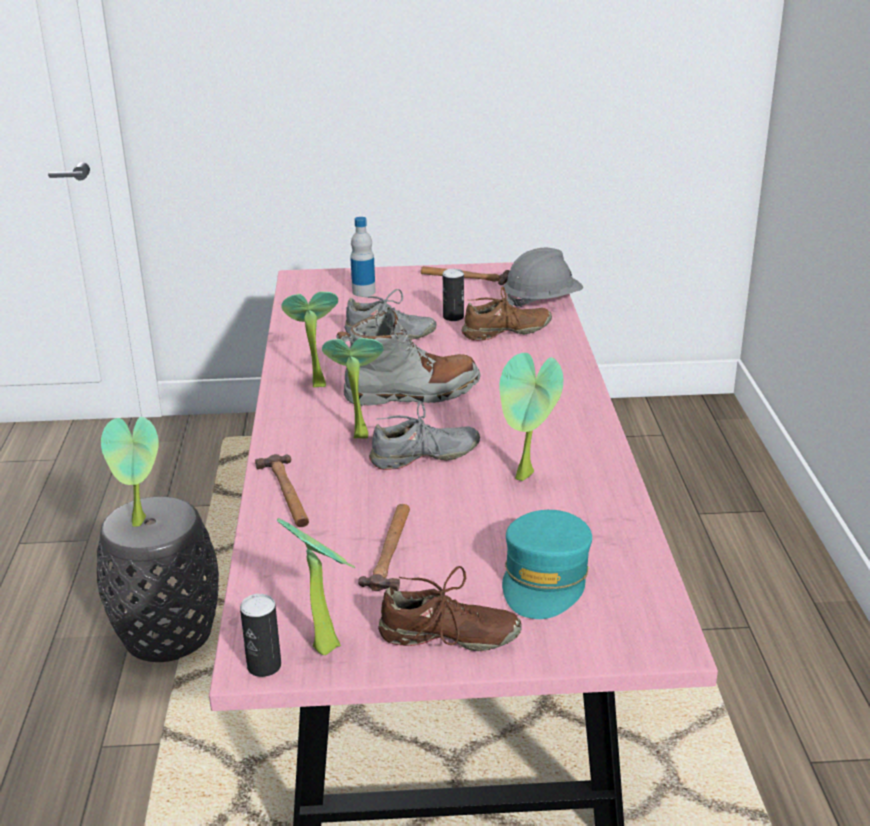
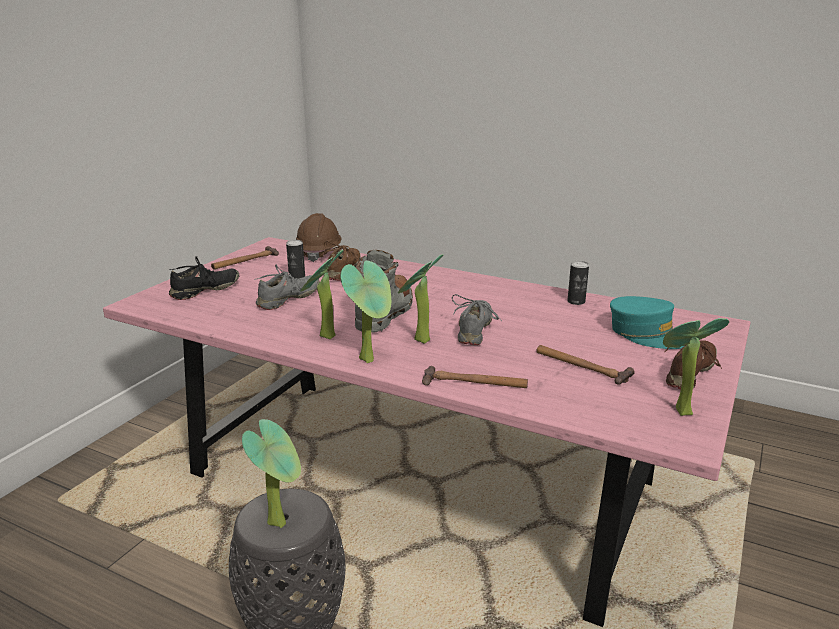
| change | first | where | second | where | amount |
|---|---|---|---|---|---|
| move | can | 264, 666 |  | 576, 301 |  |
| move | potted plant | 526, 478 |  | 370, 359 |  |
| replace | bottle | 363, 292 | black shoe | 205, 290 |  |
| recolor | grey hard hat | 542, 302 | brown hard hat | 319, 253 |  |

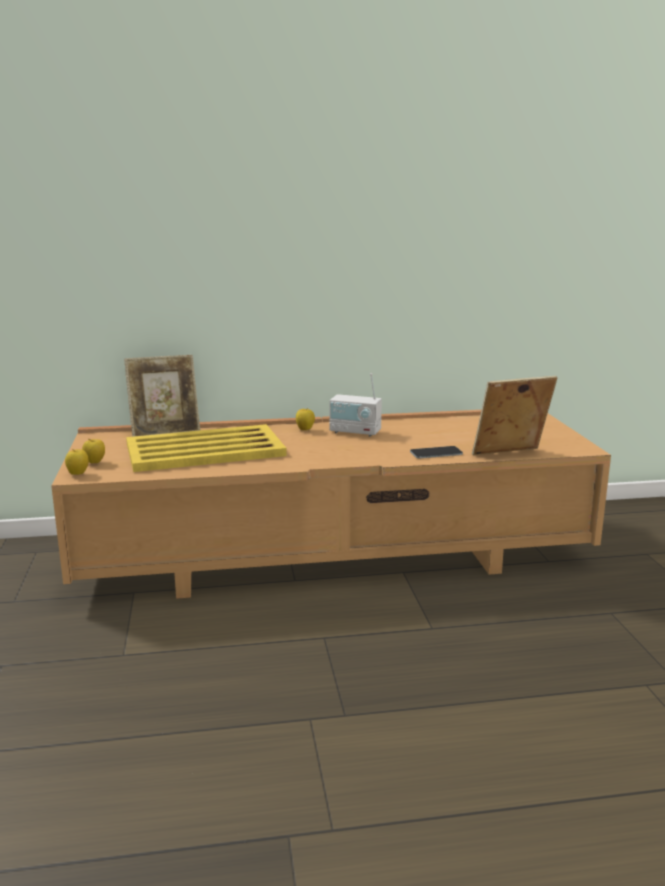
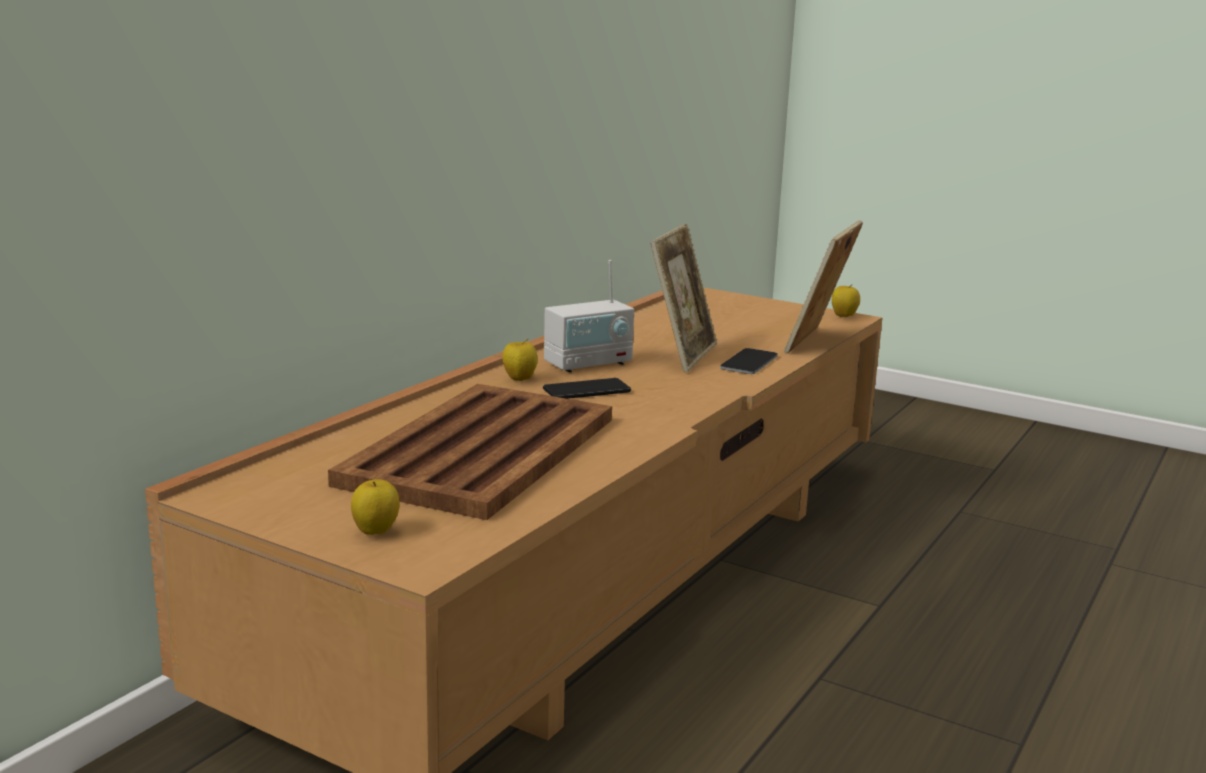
| change | first | where | second | where | amount |
|---|---|---|---|---|---|
| insert |  |  | phone | 586, 390 |  |
| move | apple | 78, 474 |  | 844, 317 |  |
| move | picture frame | 165, 432 |  | 682, 355 |  |
| recolor | yellow tray | 206, 450 | brown tray | 483, 450 |  |

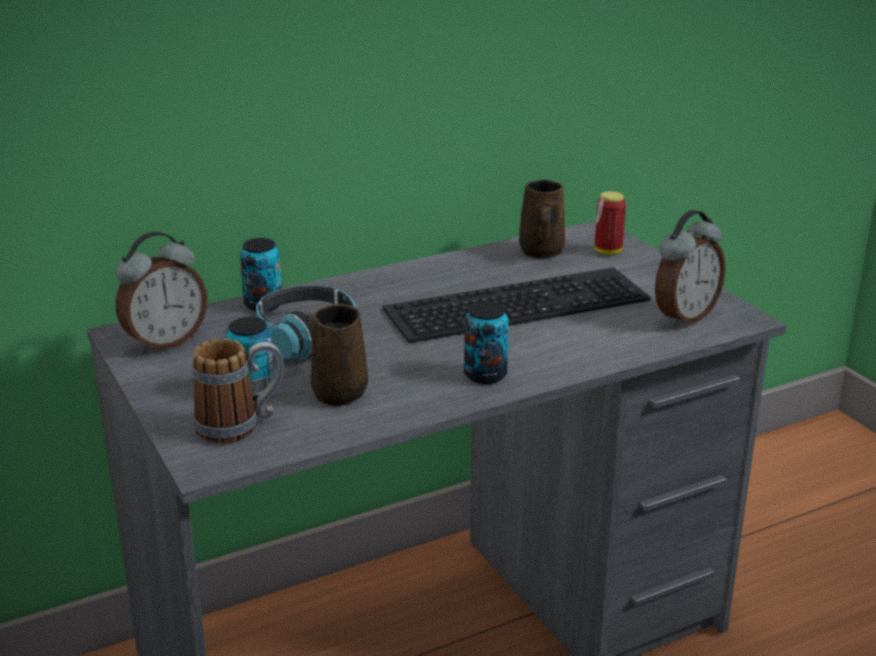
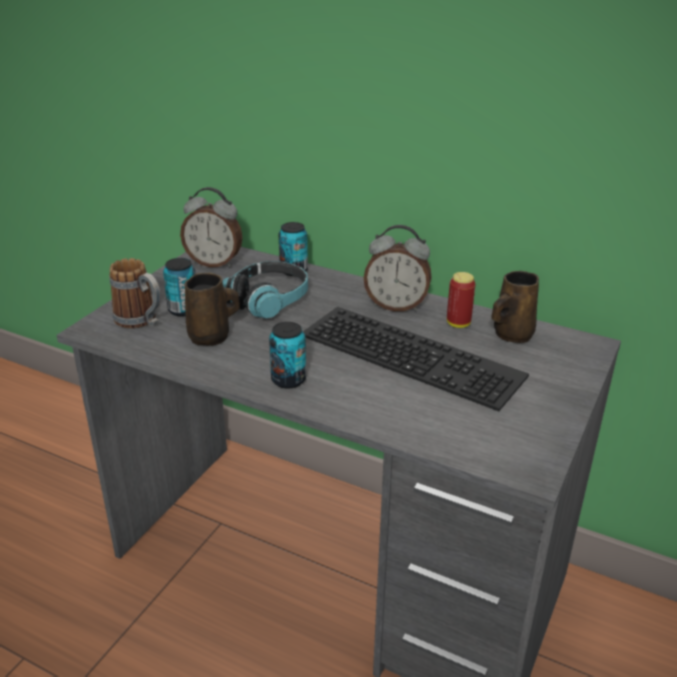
| change | first | where | second | where | amount |
|---|---|---|---|---|---|
| move | can | 608, 251 |  | 458, 323 |  |
| move | alarm clock | 684, 316 |  | 396, 305 |  |

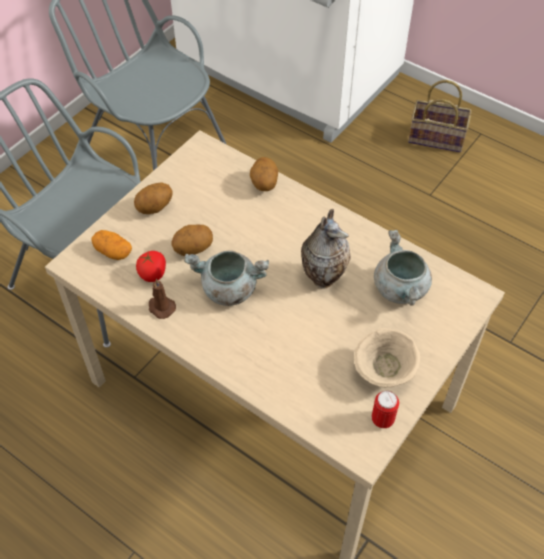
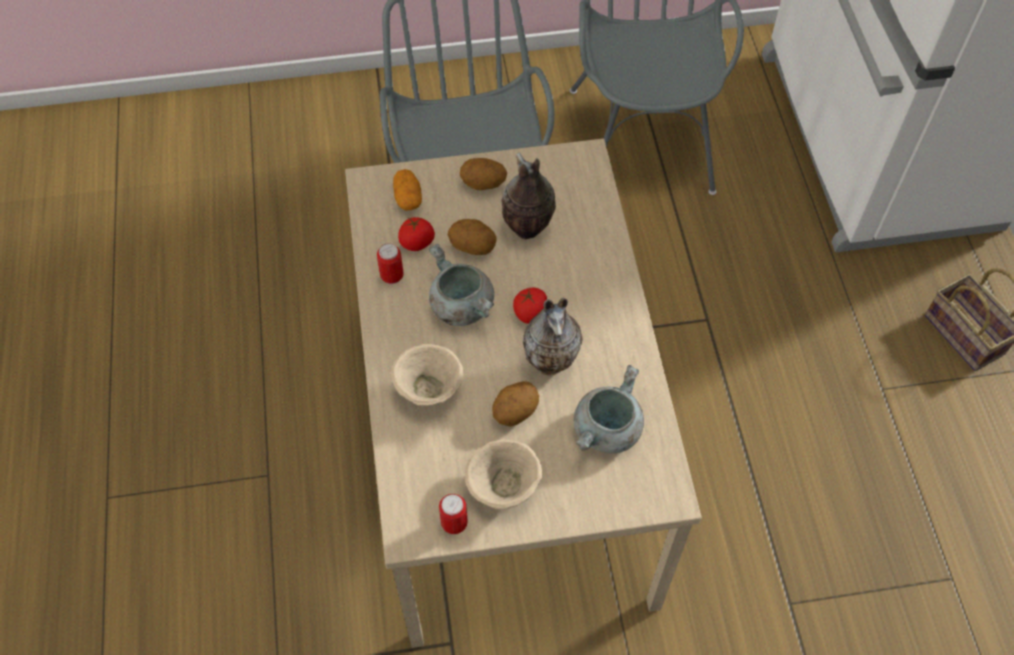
| change | first | where | second | where | amount |
|---|---|---|---|---|---|
| insert |  |  | beige bowl | 428, 390 |  |
| insert |  |  | vase | 526, 229 |  |
| insert |  |  | tomato | 530, 313 |  |
| move | potato | 263, 184 |  | 515, 411 |  |
| replace | brown candle | 161, 307 | can | 392, 276 |  |

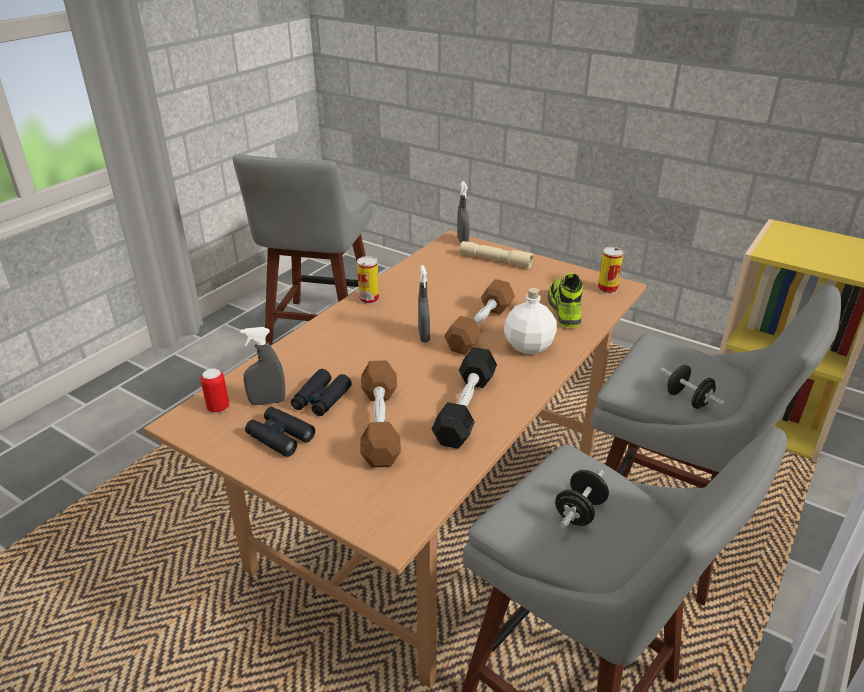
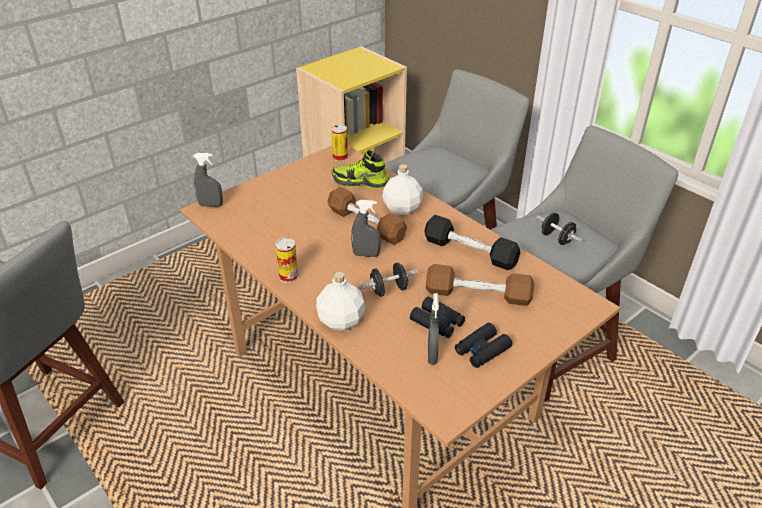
| change | first | where | second | where | amount |
|---|---|---|---|---|---|
| delete | can | 218, 408 |  |  |  |
| delete | beige flashlight | 495, 260 |  |  |  |
| insert |  |  | white bottle | 341, 321 |  |
| move | black dumbbell | 687, 400 |  | 388, 290 |  |

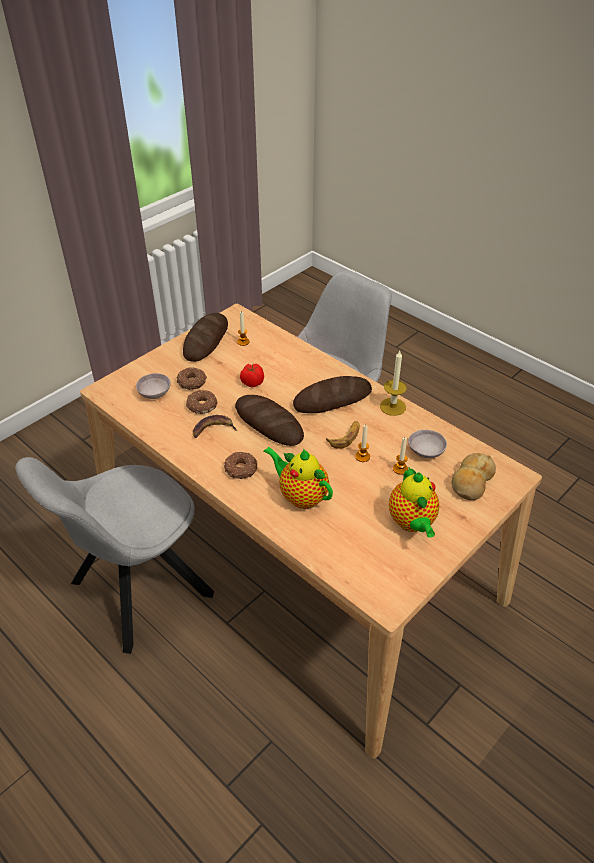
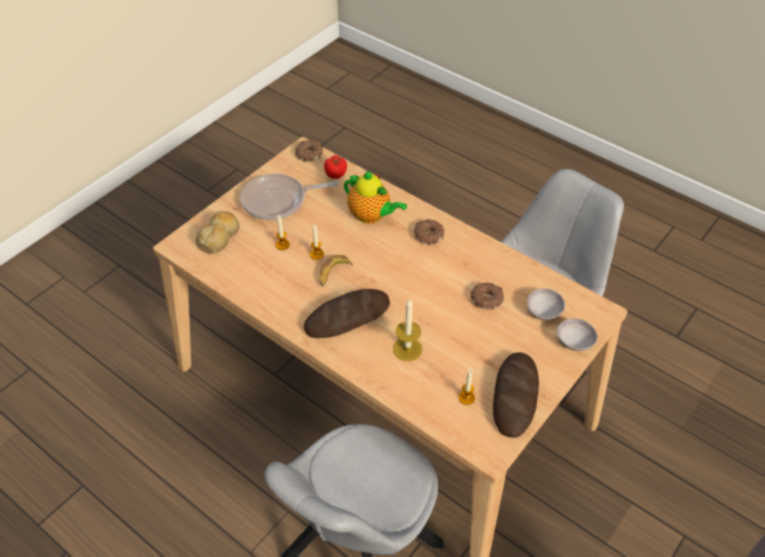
| change | first | where | second | where | amount |
|---|---|---|---|---|---|
| delete | banana | 213, 429 |  |  |  |
| delete | bread | 269, 424 |  |  |  |
| move | donut | 192, 383 |  | 309, 154 |  |
| move | tomato | 252, 382 |  | 336, 174 |  |
| move | candle | 393, 406 |  | 407, 349 |  |
| move | grey bowl | 425, 451 |  | 574, 342 |  |
| replace | teapot | 412, 523 | frying pan | 278, 201 |  |

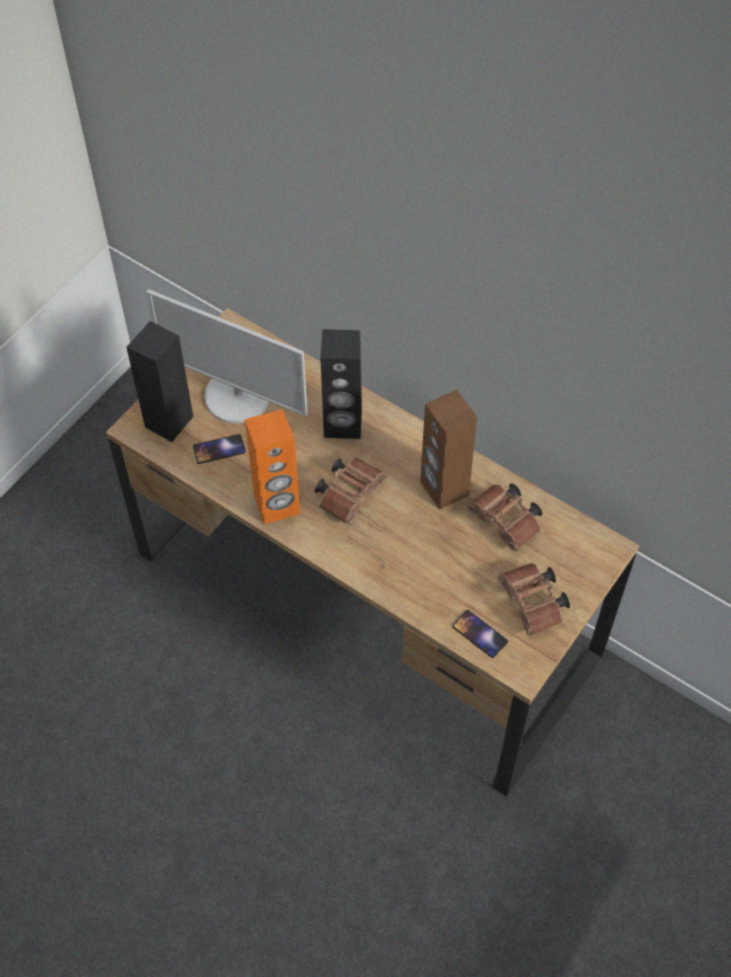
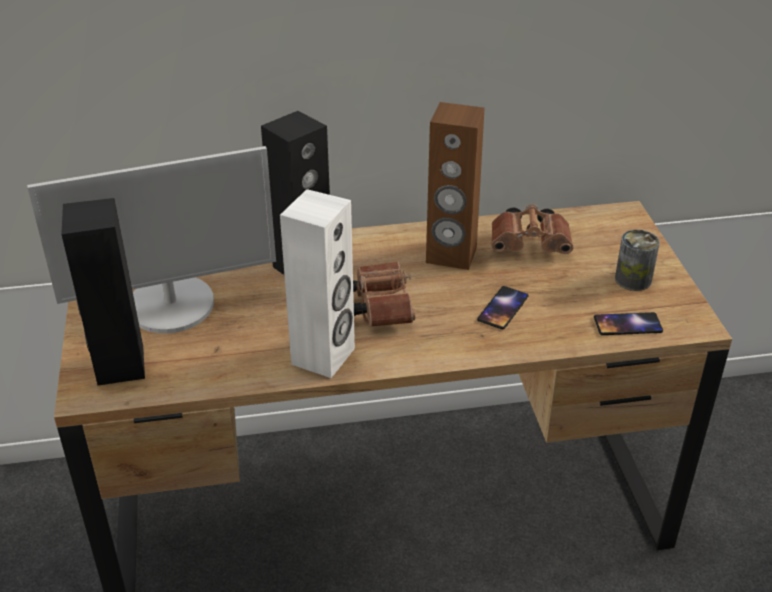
| change | first | where | second | where | amount |
|---|---|---|---|---|---|
| move | phone | 219, 449 |  | 503, 308 |  |
| replace | brown binoculars | 533, 605 | can | 633, 279 |  |
| recolor | orange speaker | 277, 505 | white speaker | 324, 356 |  |

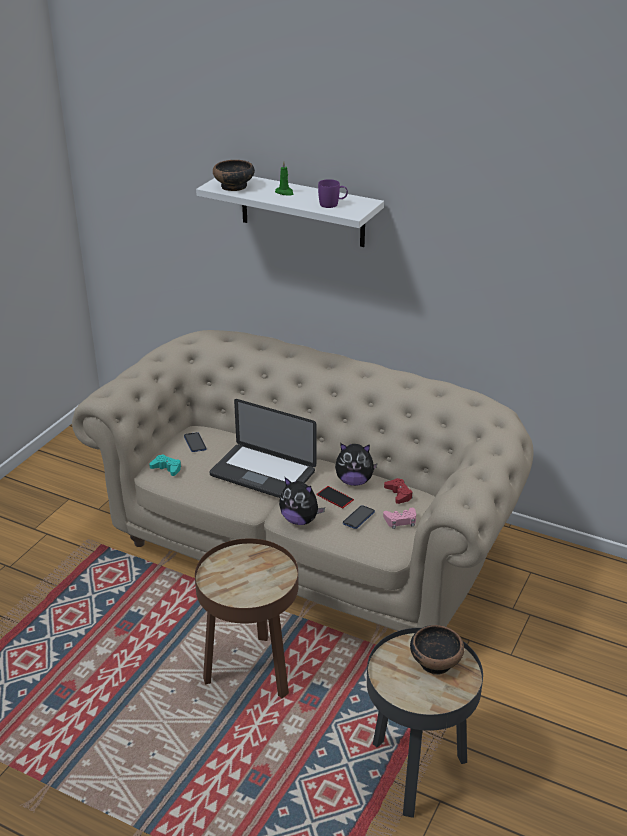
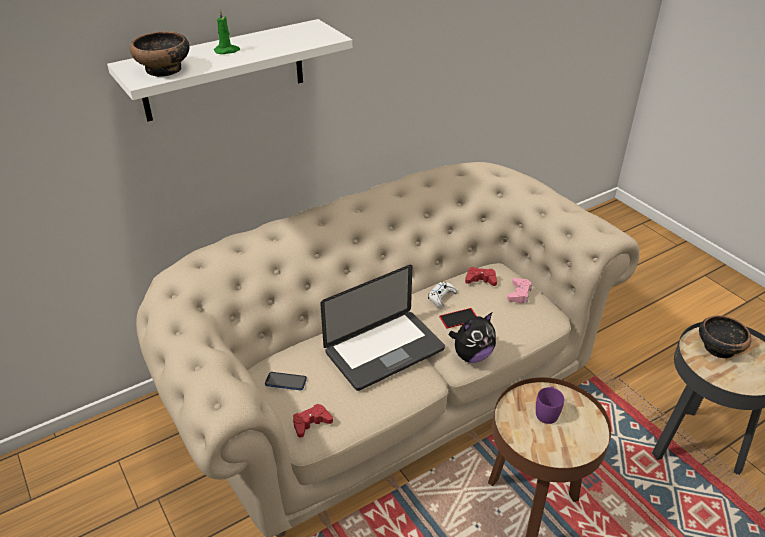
| change | first | where | second | where | amount |
|---|---|---|---|---|---|
| delete | phone | 358, 518 |  |  |  |
| move | purple mug | 332, 204 |  | 547, 411 |  |
| replace | plush toy | 354, 481 | white game controller | 441, 297 |  |
| recolor | turquoise game controller | 167, 468 | red game controller | 311, 423 |  |

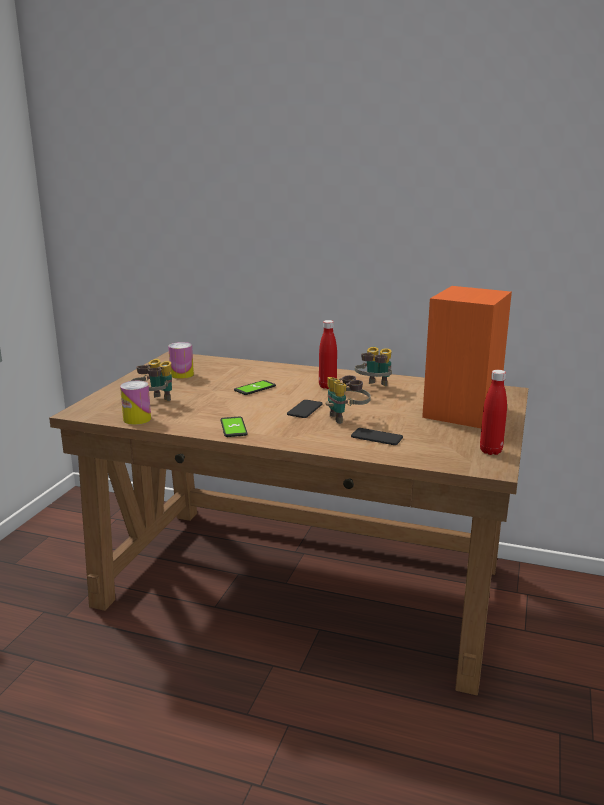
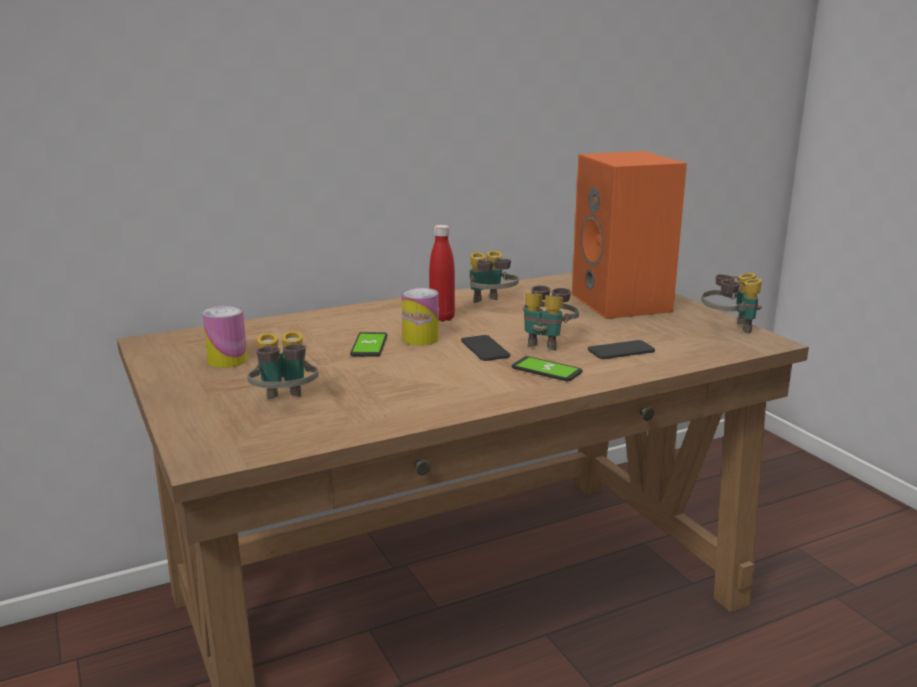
| change | first | where | second | where | amount |
|---|---|---|---|---|---|
| move | can | 137, 419 |  | 420, 339 |  |
| move | phone | 233, 427 |  | 546, 370 |  |
| replace | red bottle | 490, 451 | binoculars | 729, 328 |  |

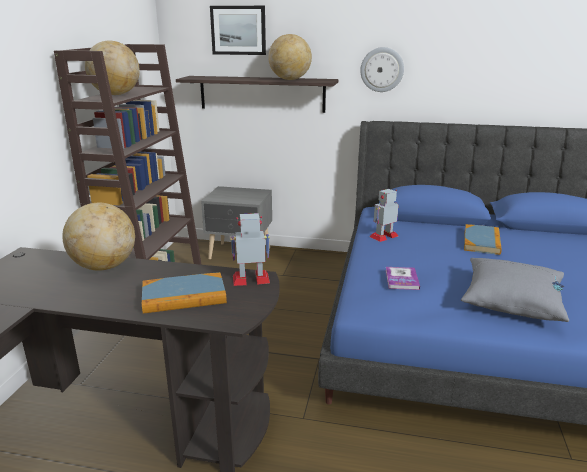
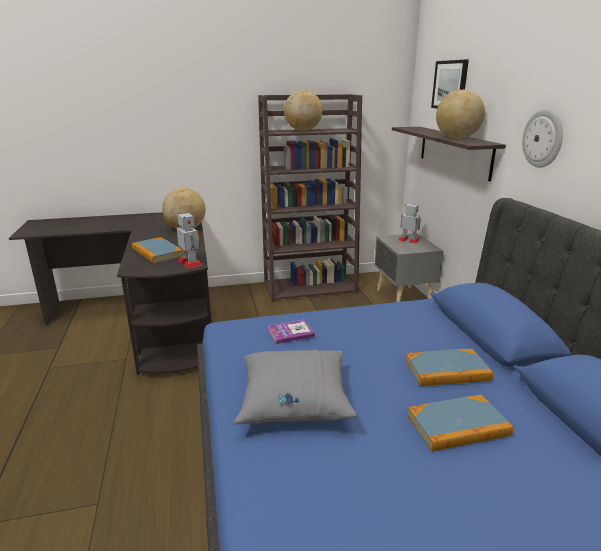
| change | first | where | second | where | amount |
|---|---|---|---|---|---|
| insert |  |  | book | 457, 426 |  |
| move | toy robot | 384, 236 |  | 408, 240 |  |

